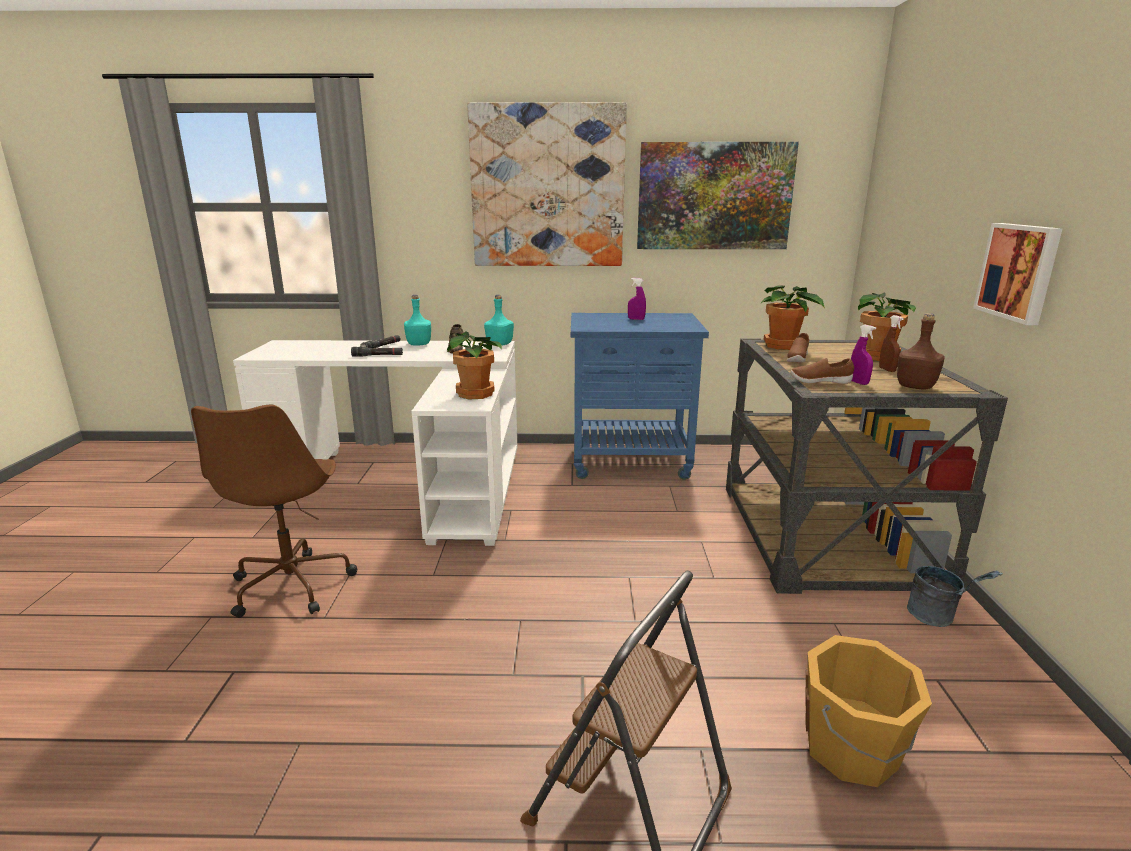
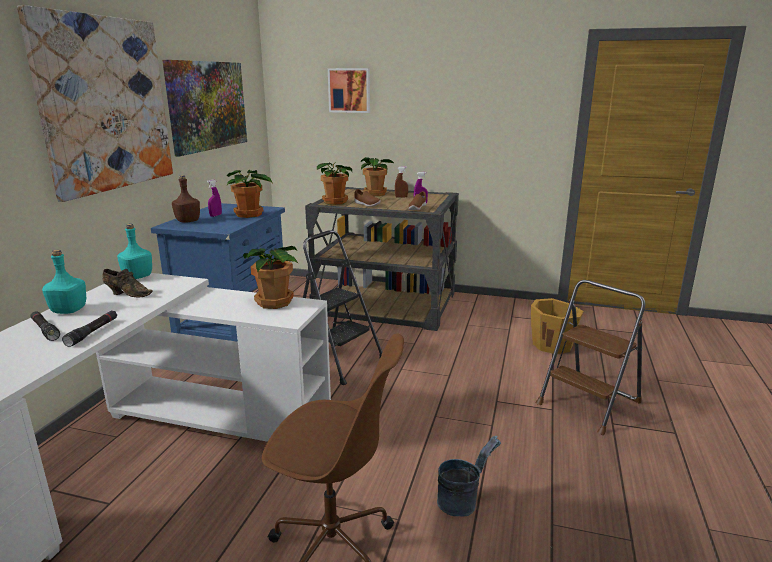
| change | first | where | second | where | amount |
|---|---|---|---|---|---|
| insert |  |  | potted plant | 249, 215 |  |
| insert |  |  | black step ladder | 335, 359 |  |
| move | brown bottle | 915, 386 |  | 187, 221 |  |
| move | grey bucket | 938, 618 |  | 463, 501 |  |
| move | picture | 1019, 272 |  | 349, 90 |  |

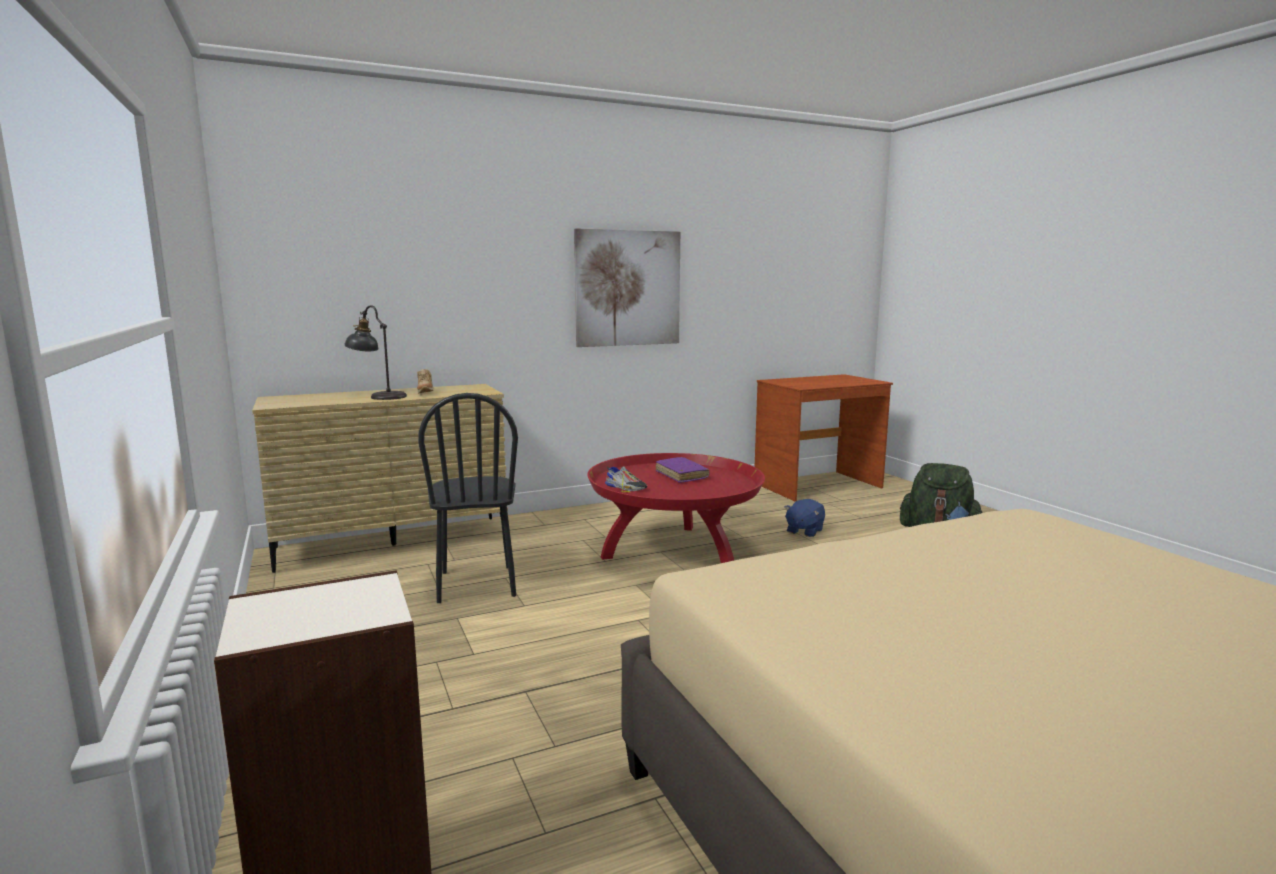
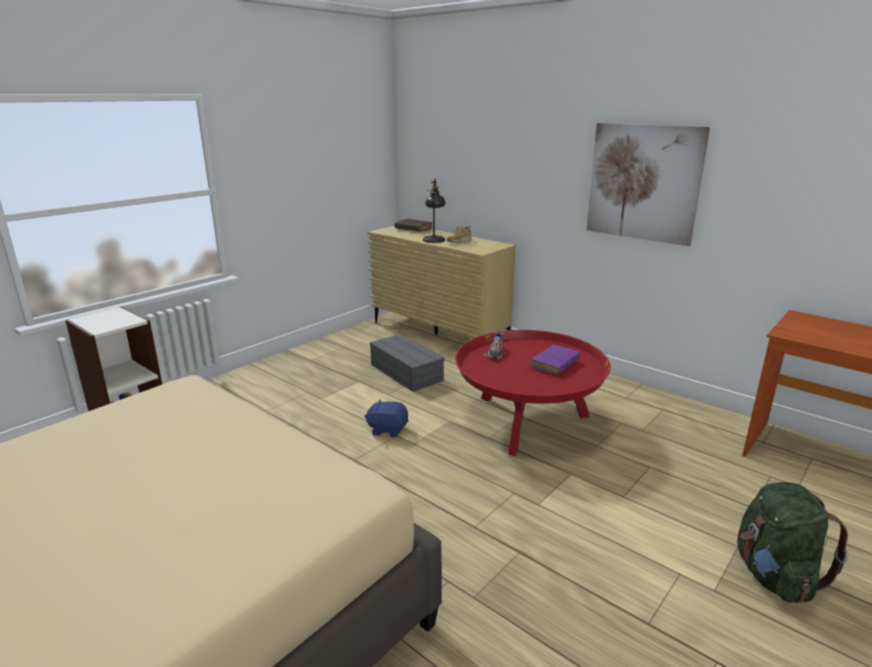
| change | first | where | second | where | amount |
|---|---|---|---|---|---|
| insert |  |  | brown book | 413, 229 |  |
| move | blue plush toy | 804, 531 |  | 388, 429 |  |
| replace | black chair | 476, 584 | grey storage box | 405, 372 |  |

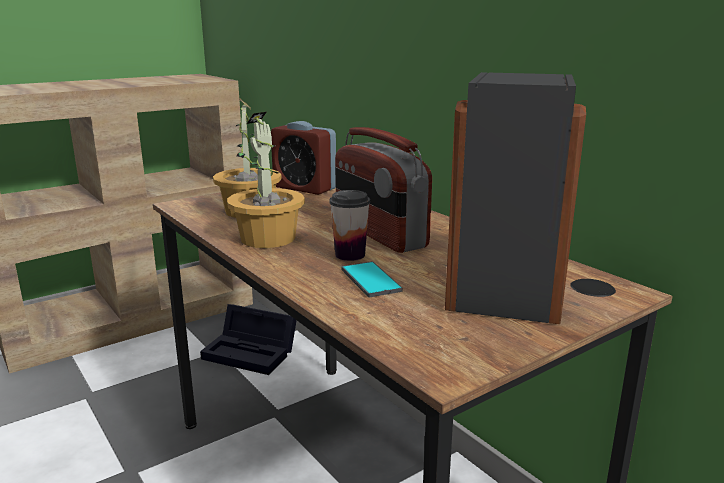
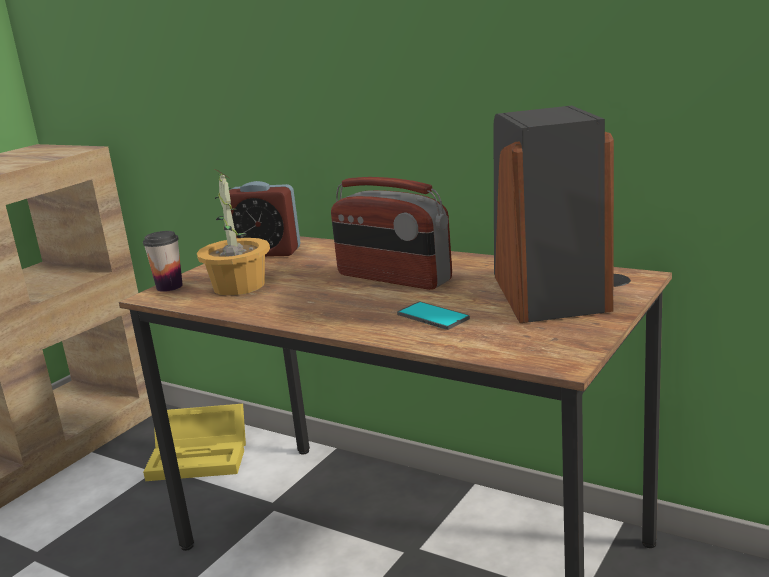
| change | first | where | second | where | amount |
|---|---|---|---|---|---|
| delete | potted plant | 268, 238 |  |  |  |
| move | cup | 350, 255 |  | 169, 286 |  |
| recolor | black storage box | 253, 352 | yellow storage box | 202, 457 |  |

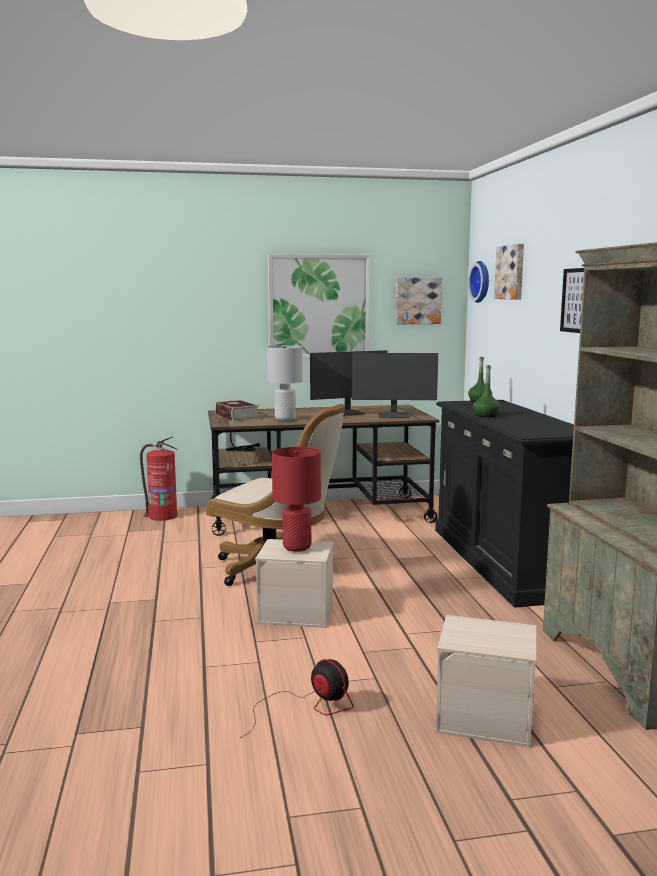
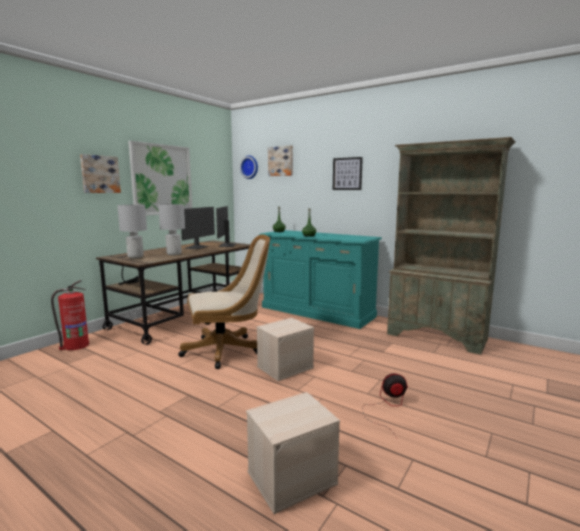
| change | first | where | second | where | amount |
|---|---|---|---|---|---|
| delete | red table lamp | 297, 549 |  |  |  |
| move | picture | 417, 301 |  | 100, 174 |  |
| move | beige storage box | 486, 717 |  | 292, 476 |  |
| replace | book | 237, 417 | grey table lamp | 135, 257 |  |
| recolor | black cabinet | 504, 561 | turquoise cabinet | 317, 312 |  |
| rotate | monitor | 393, 416 |  | 226, 245 | 135 degrees clockwise |

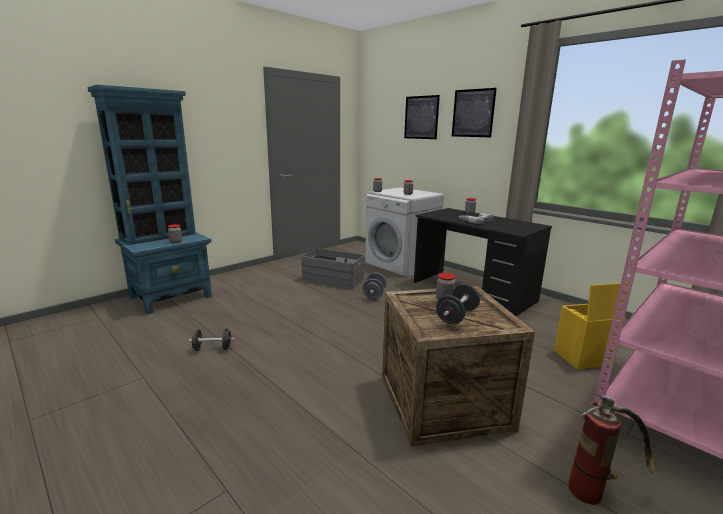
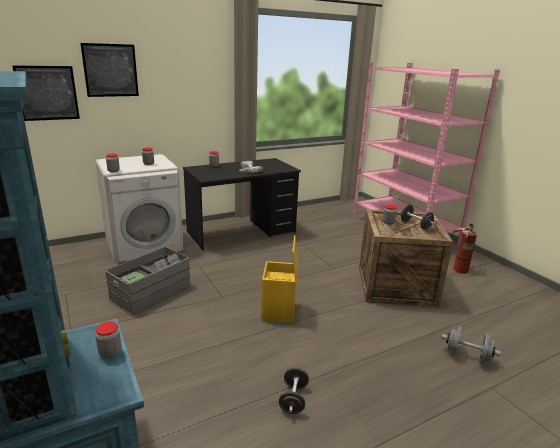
| change | first | where | second | where | amount |
|---|---|---|---|---|---|
| move | grey dumbbell | 374, 295 |  | 467, 356 |  |
| move | picture | 473, 113 |  | 47, 93 |  |
| move | yellow storage box | 582, 358 |  | 279, 311 |  |

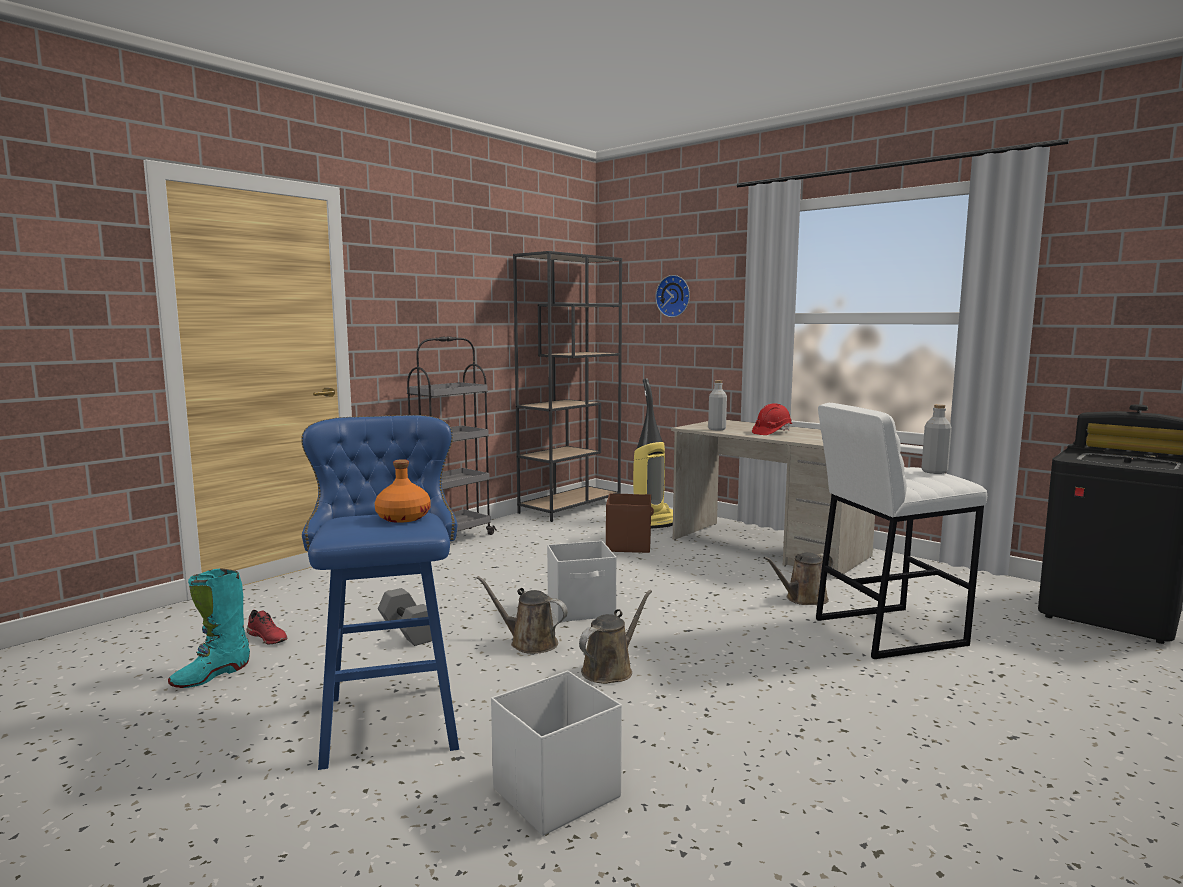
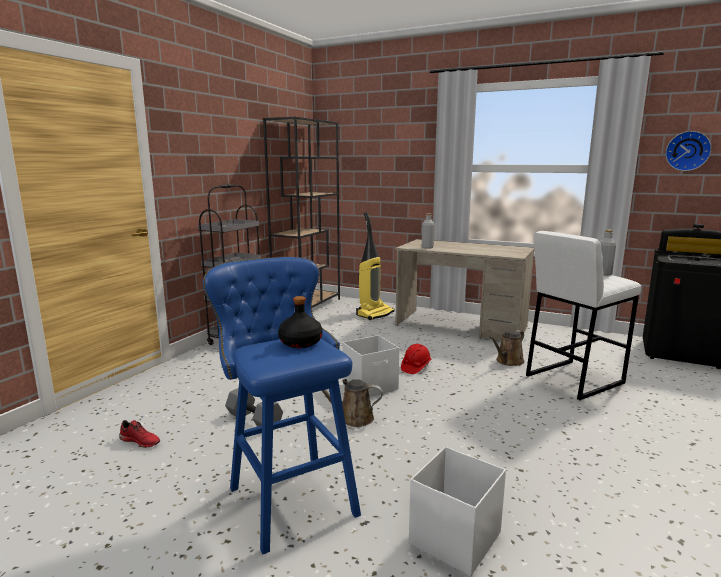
| change | first | where | second | where | amount |
|---|---|---|---|---|---|
| delete | turquoise boot | 211, 675 |  |  |  |
| delete | brown watering can | 610, 669 |  |  |  |
| delete | brown storage box | 629, 545 |  |  |  |
| move | wall clock | 674, 296 |  | 687, 151 |  |
| move | red hard hat | 771, 432 |  | 415, 367 |  |
| recolor | orange bottle | 402, 517 | black bottle | 300, 342 |  |

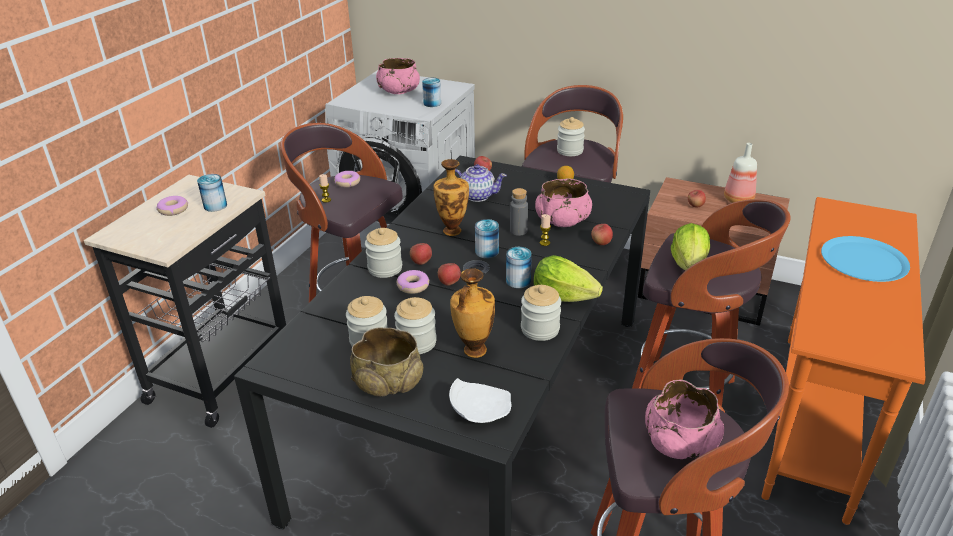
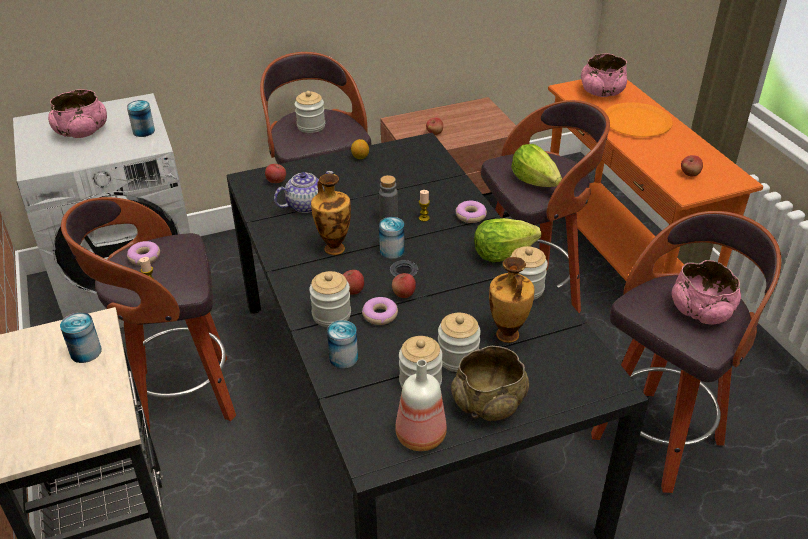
| change | first | where | second | where | amount |
|---|---|---|---|---|---|
| delete | white plate | 479, 410 |  |  |  |
| move | donut | 173, 210 |  | 470, 216 |  |
| move | can | 518, 281 |  | 343, 358 |  |
| move | pink bowl | 562, 220 |  | 602, 92 |  |
| move | apple | 601, 243 |  | 690, 174 |  |
| move | bottle | 737, 199 |  | 419, 435 |  |
| recolor | blue plate | 863, 260 | orange plate | 636, 121 |  |

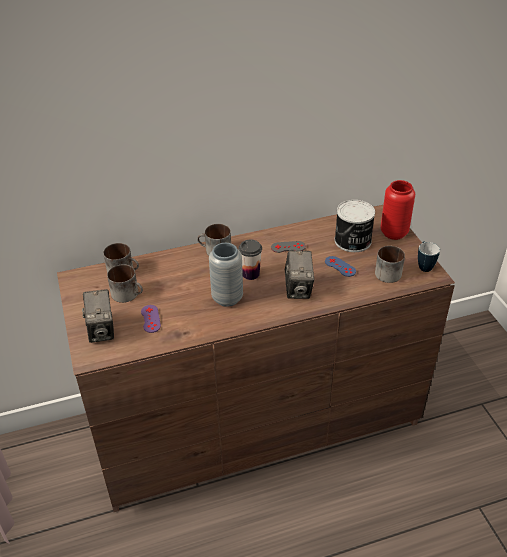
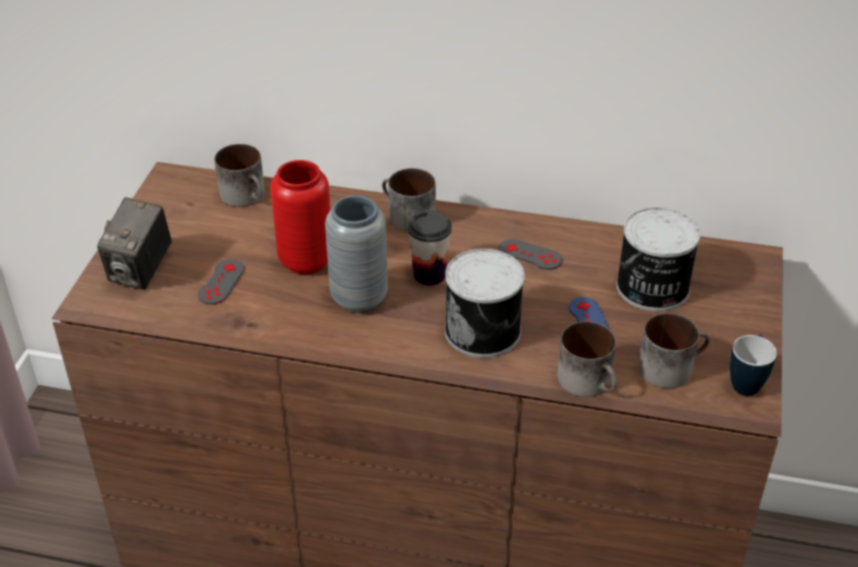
| change | first | where | second | where | amount |
|---|---|---|---|---|---|
| move | mug | 128, 294 |  | 590, 381 |  |
| move | red vase | 394, 233 |  | 306, 261 |  |
| replace | photo camera | 298, 289 | can | 484, 330 |  |
| recolor | purple game controller | 150, 319 | grey game controller | 221, 282 |  |

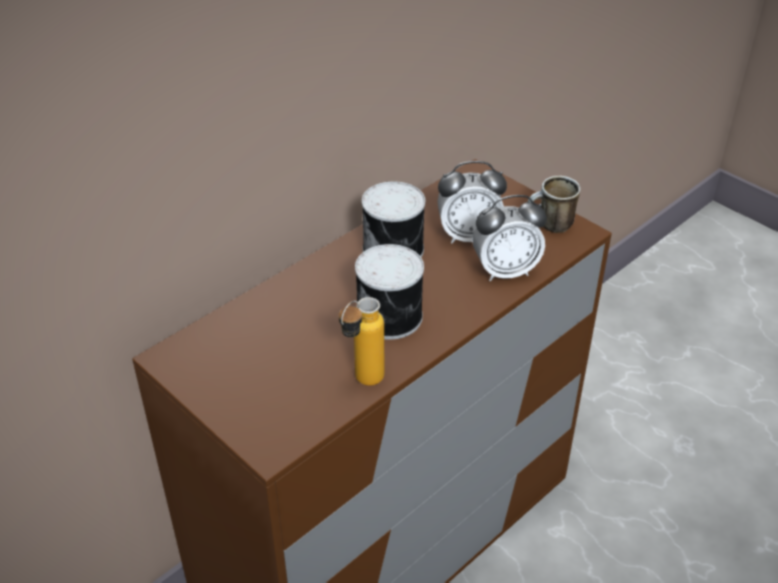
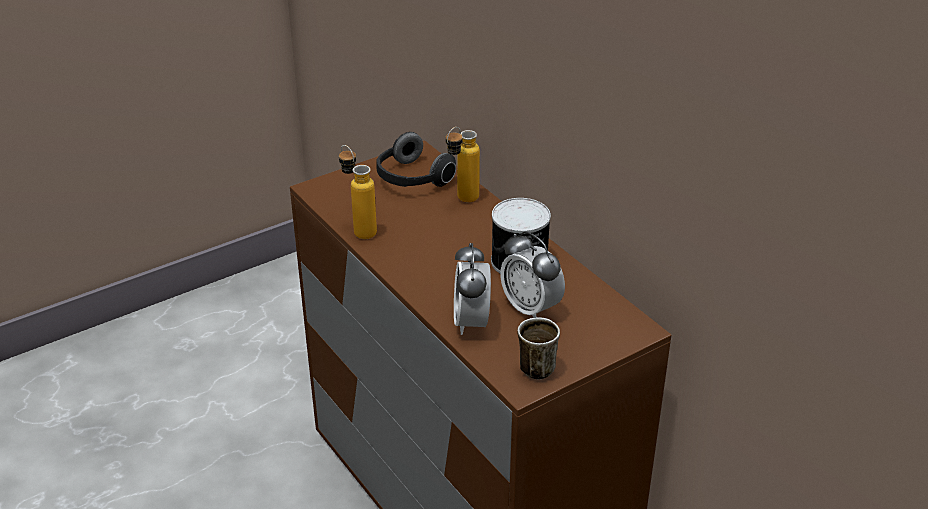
| change | first | where | second | where | amount |
|---|---|---|---|---|---|
| delete | can | 391, 316 |  |  |  |
| insert |  |  | headphones | 411, 179 |  |
| insert |  |  | bottle | 461, 201 |  |
| rotate | alarm clock | 468, 236 |  | 531, 308 | 45 degrees counterclockwise |

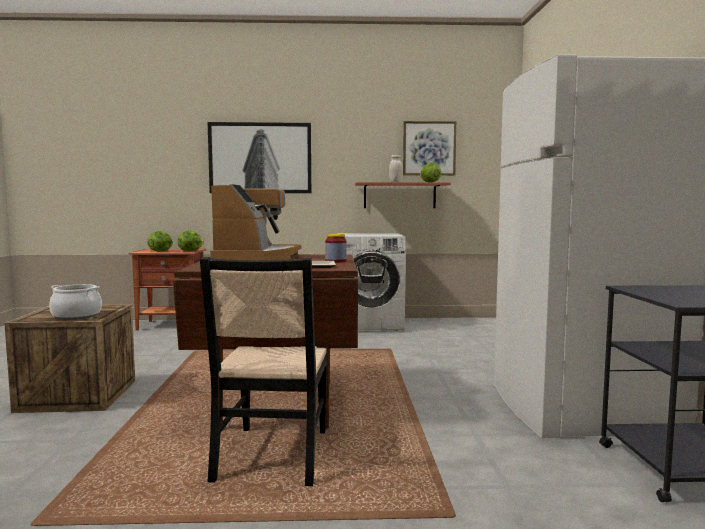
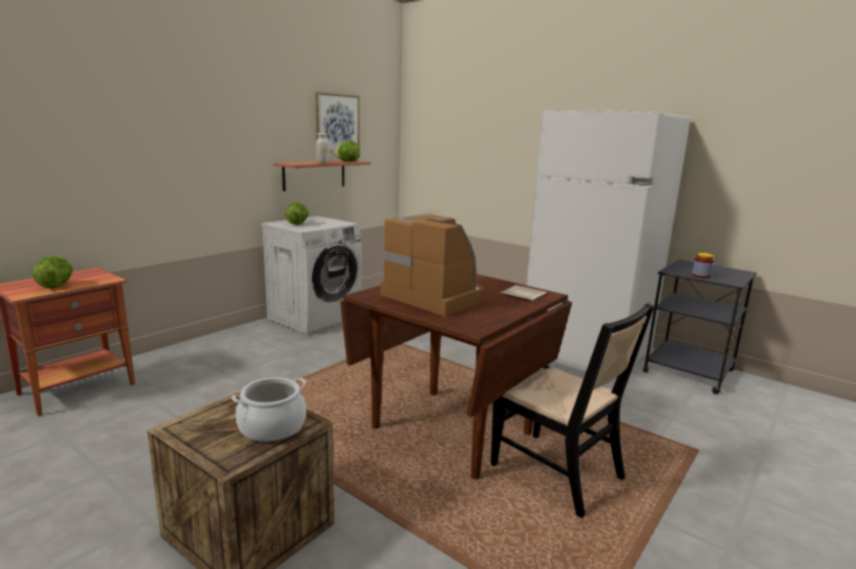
| change | first | where | second | where | amount |
|---|---|---|---|---|---|
| delete | picture | 260, 158 |  |  |  |
| move | lettuce | 191, 250 |  | 297, 224 |  |
| move | jar | 335, 261 |  | 701, 276 |  |

